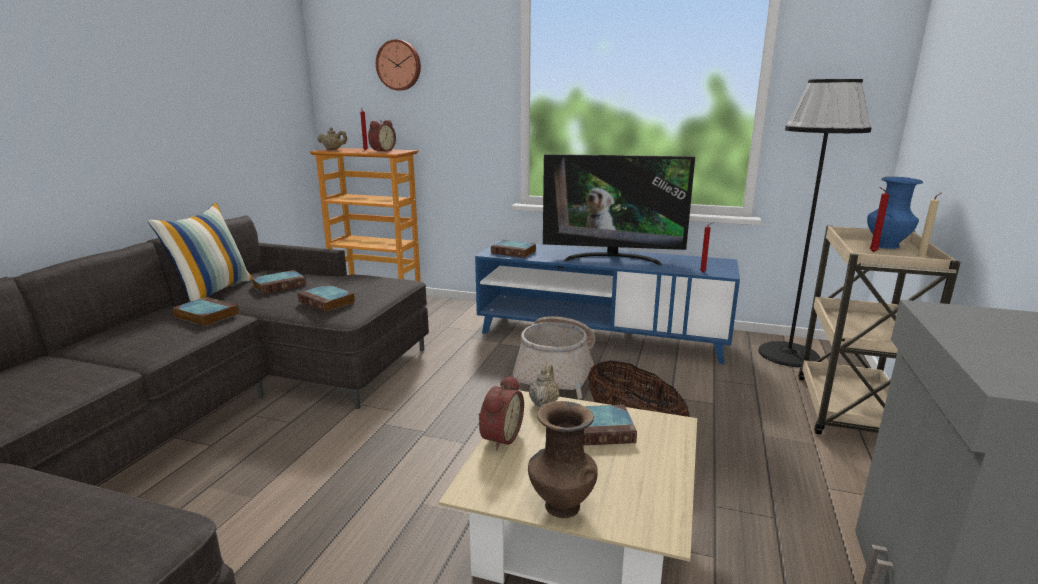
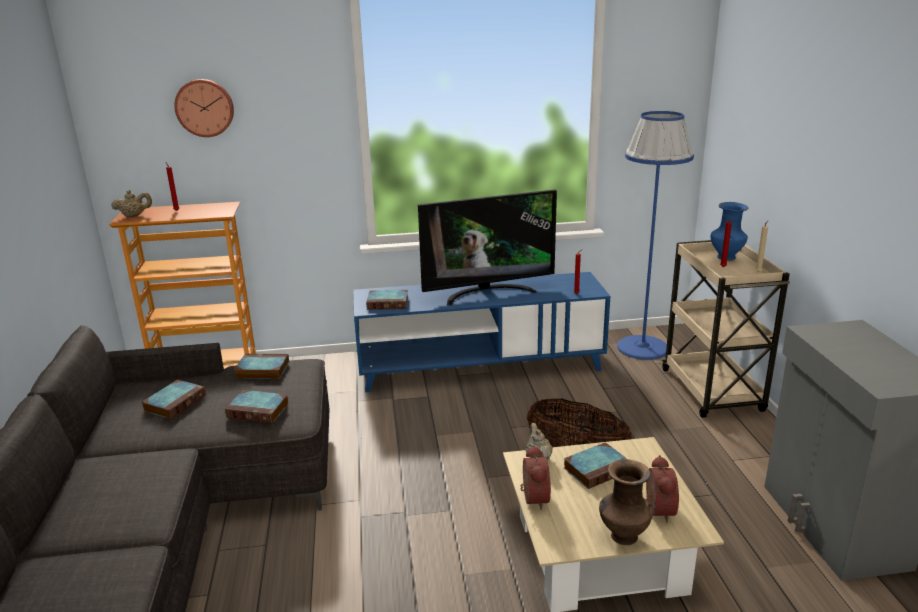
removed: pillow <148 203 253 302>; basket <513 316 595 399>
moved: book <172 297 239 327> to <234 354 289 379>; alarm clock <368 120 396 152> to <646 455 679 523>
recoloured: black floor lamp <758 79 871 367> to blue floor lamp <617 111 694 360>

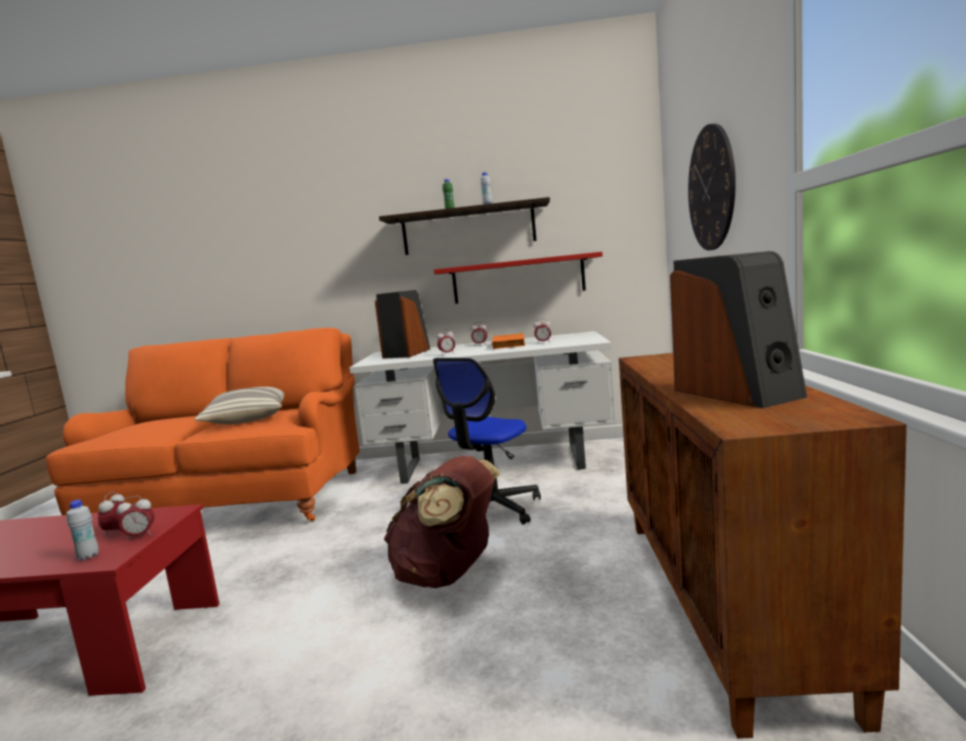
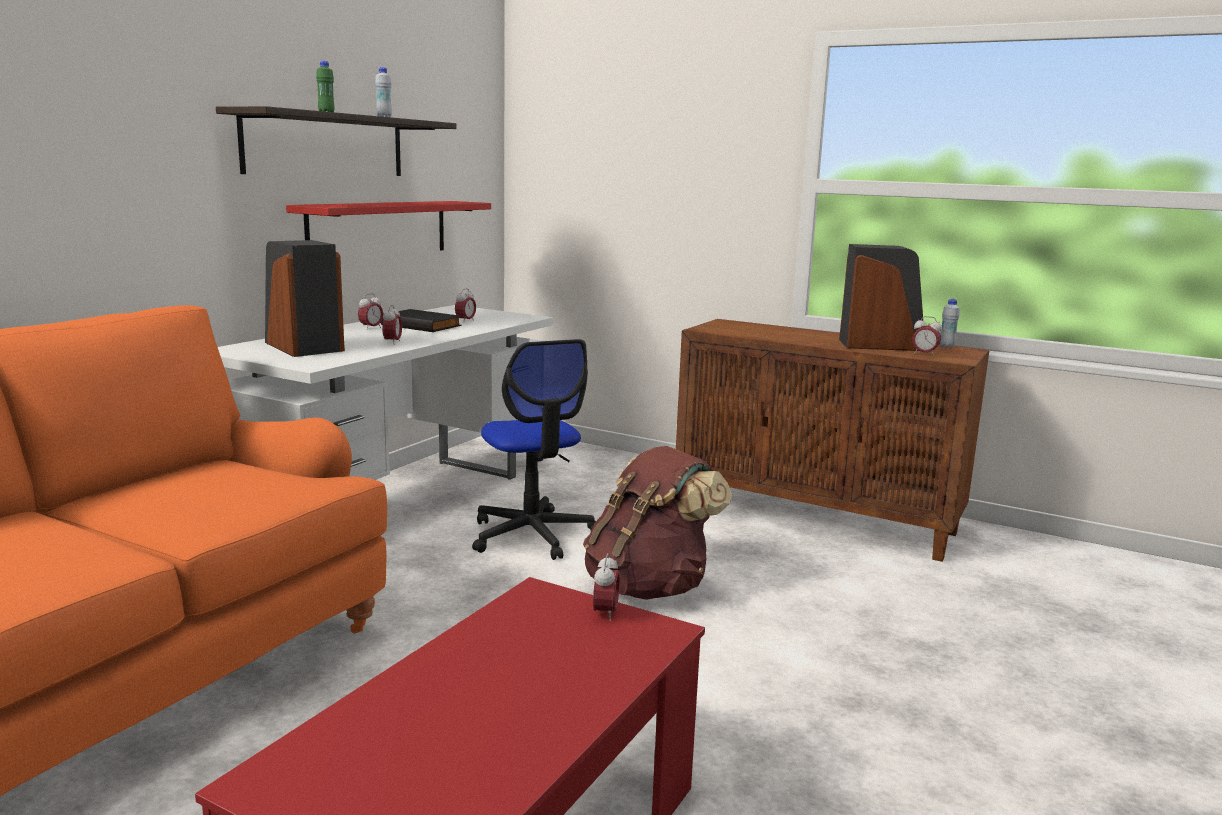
removed: pillow <194 387 284 424>; wall clock <688 123 736 251>
moved: white bottle <66 500 99 560> to <939 299 960 348>; alarm clock <98 491 125 537> to <912 316 942 356>
recoloured: orange book <492 333 525 349> to black book <381 309 462 332>

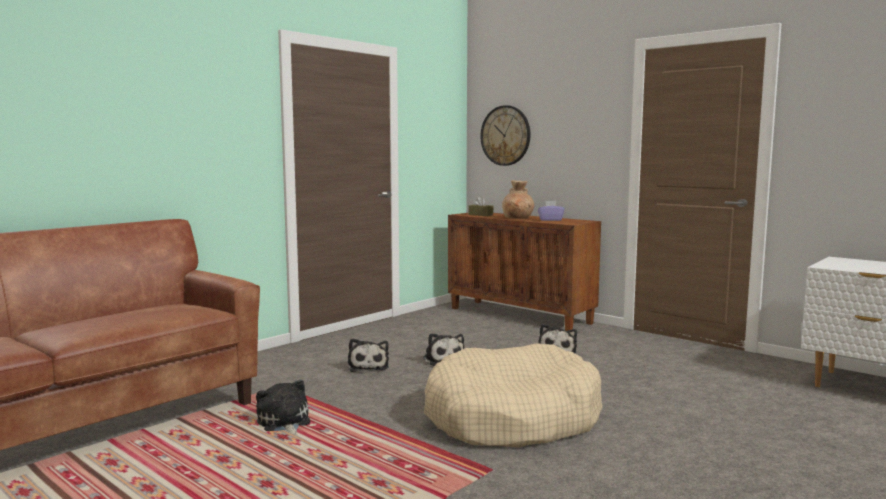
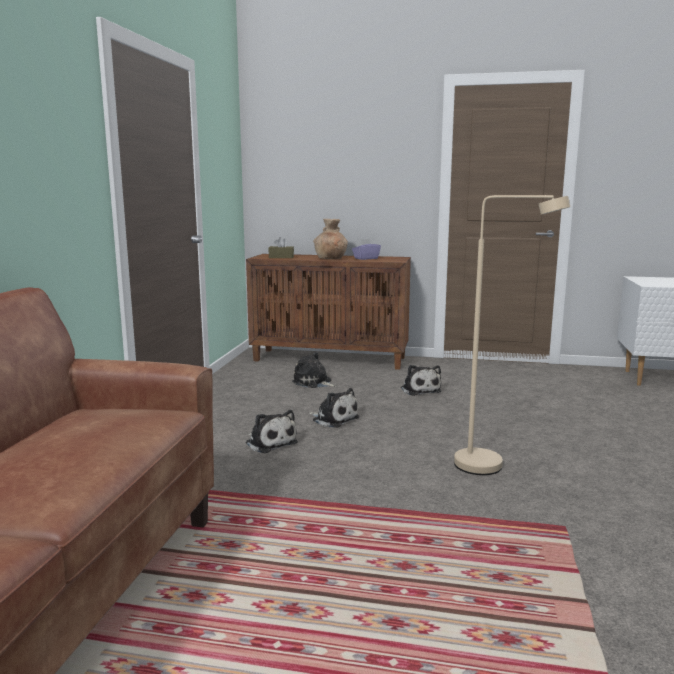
removed: wall clock <480 105 531 166>
moved: plush toy <256 379 310 435> to <292 352 337 388>
replaced: beige dog bed <424 344 602 448> to beige floor lamp <454 195 570 475>

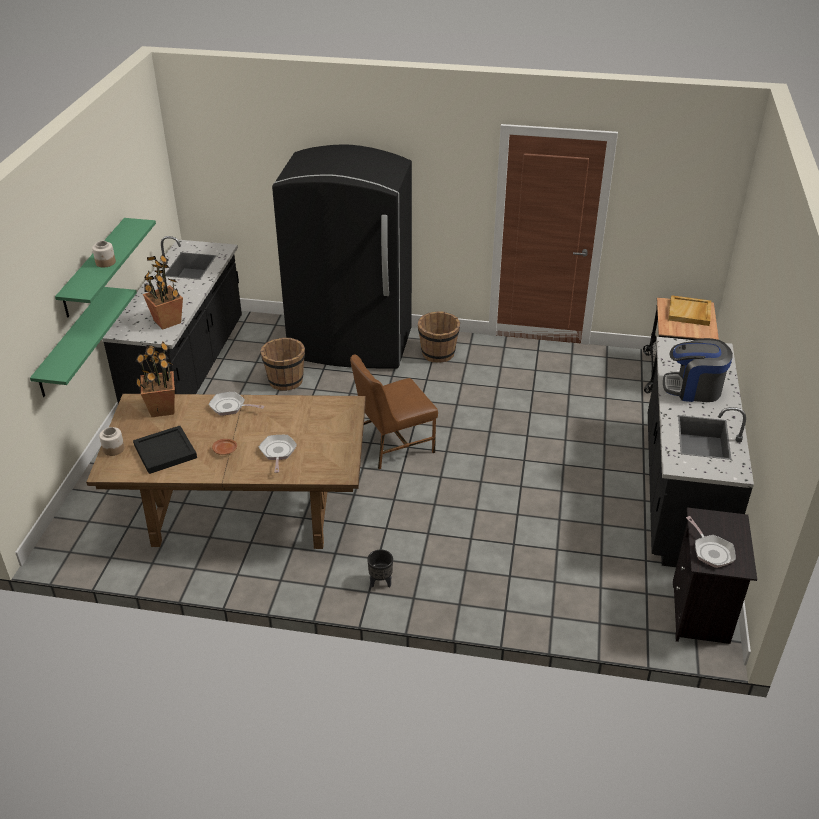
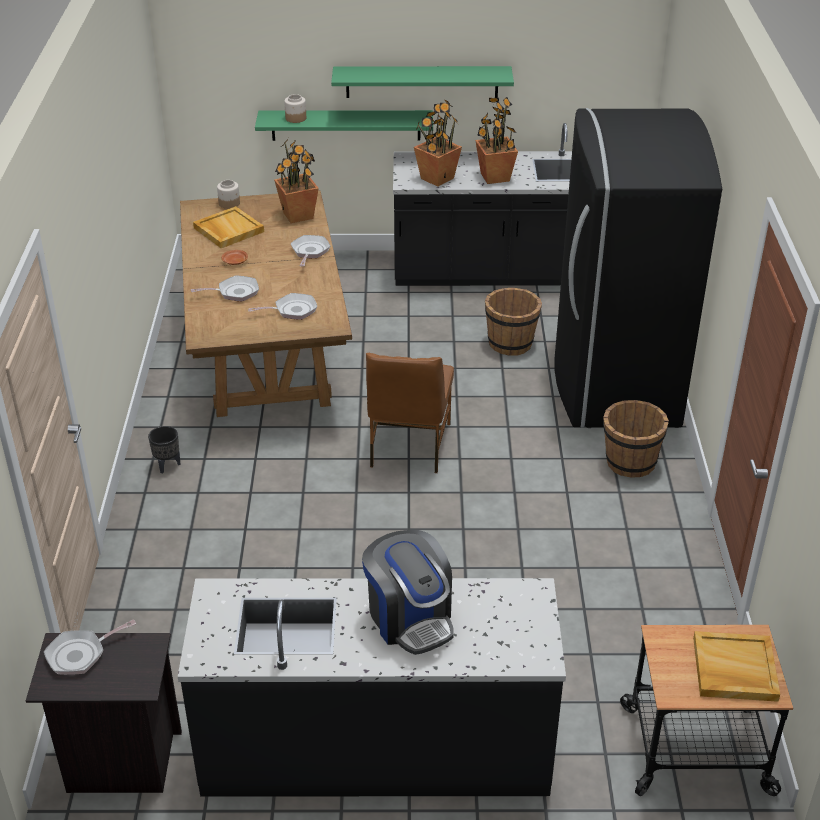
added: frying pan <248 293 317 320>; potted plant <475 97 518 184>
moved: jar <92 241 116 268> to <284 94 306 123>
recoloured: black tray <133 426 197 474> to beige tray <193 206 264 248>
turned: brown chair <350 354 438 469> = <366 353 454 473> 135 degrees counterclockwise; coffee machine <663 338 733 402> = <362 530 454 655> 150 degrees clockwise

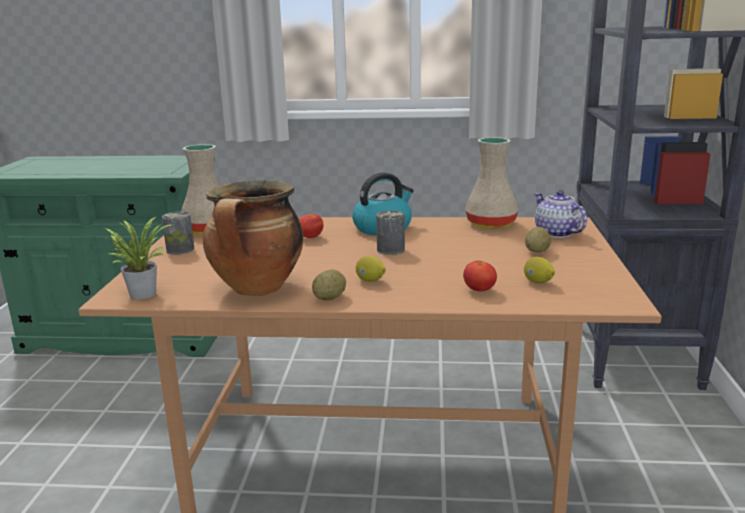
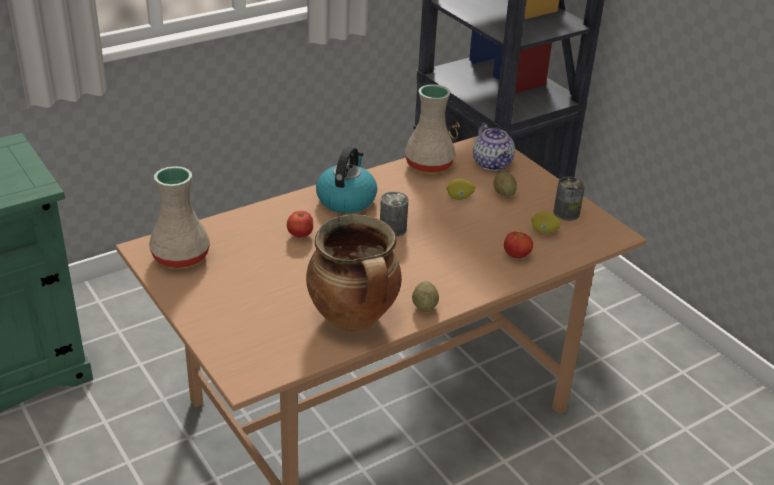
removed: potted plant <104 217 175 300>
moved: can <162 211 194 255> to <554 177 585 221>; lemon <356 256 386 282> to <446 179 475 200>
turned: teapot <534 190 587 238> = <473 123 515 171> 135 degrees counterclockwise

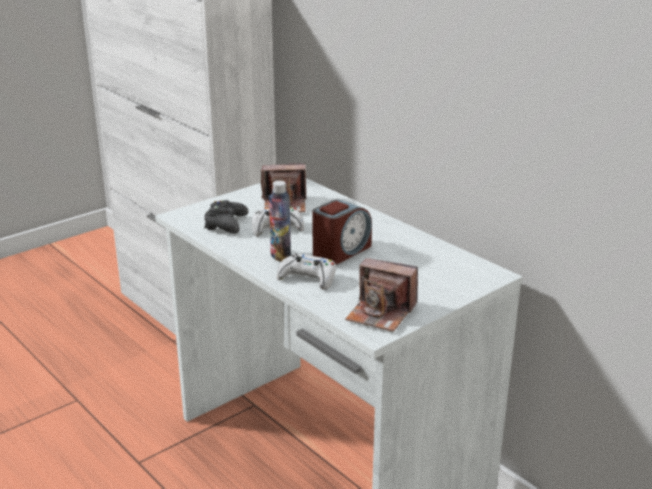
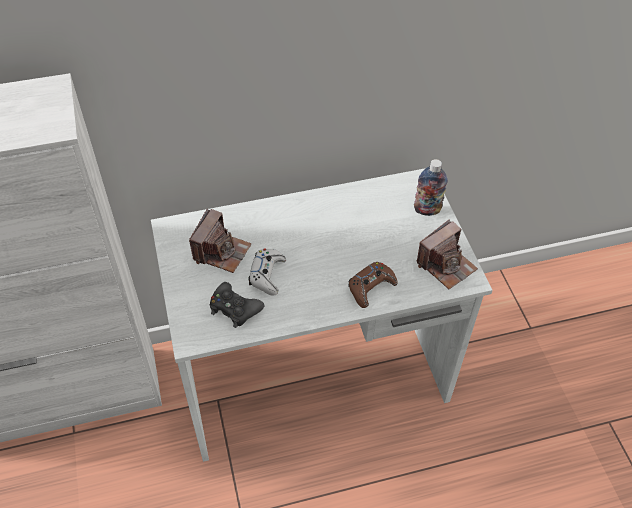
removed: alarm clock <312 199 372 265>
moved: bottle <269 181 291 262> to <414 159 448 216>
recoloured: white game controller <276 254 336 290> to brown game controller <348 262 398 308>

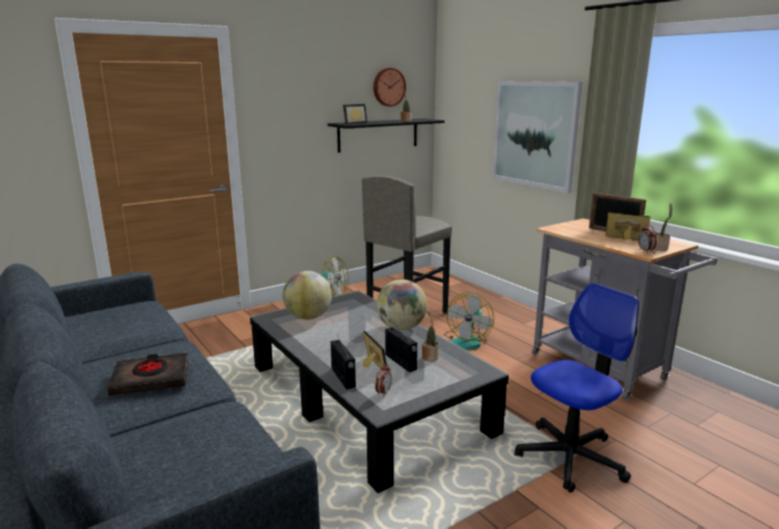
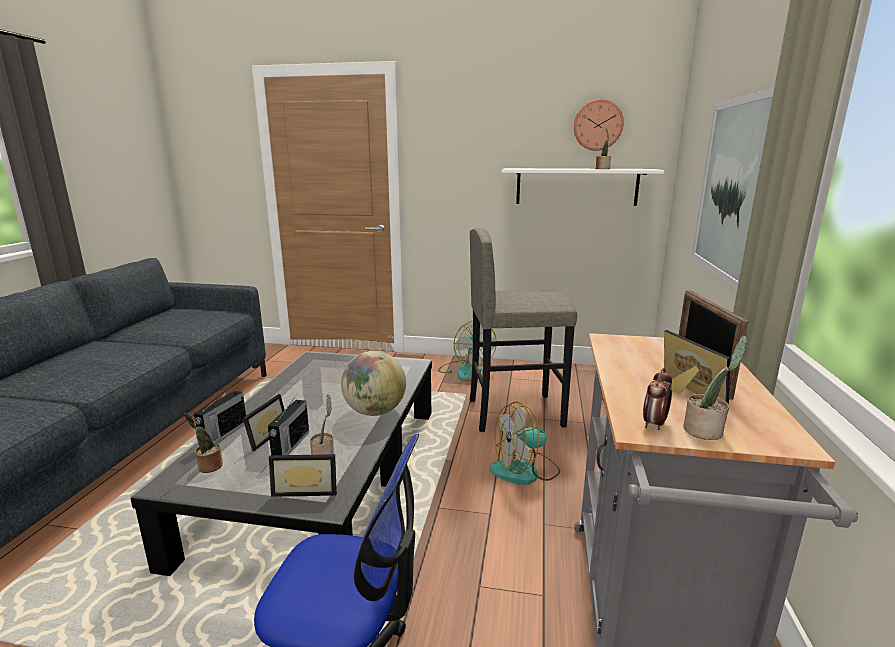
removed: black book <107 353 188 395>; globe <283 271 332 320>
moved: picture frame <343 104 368 125> to <269 454 337 497>
replaced: alarm clock <375 363 392 397> to potted plant <184 413 223 473>
recoloured: black shelf <328 118 445 153> to white shelf <502 168 664 206>

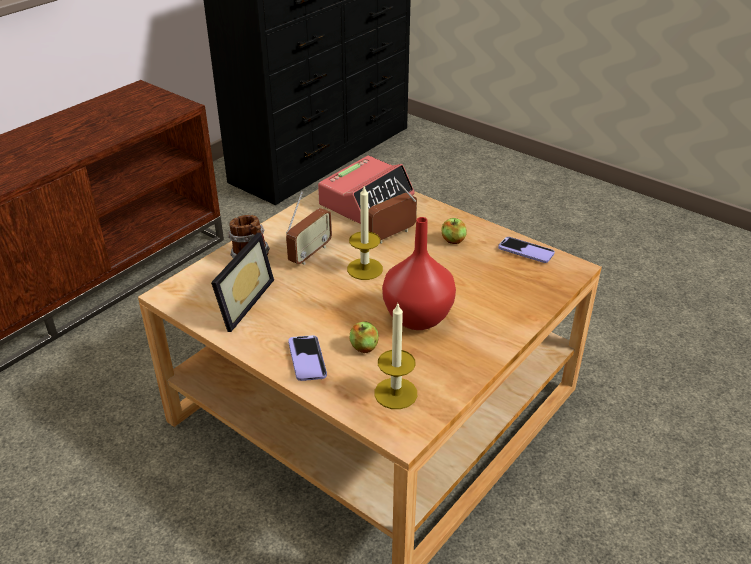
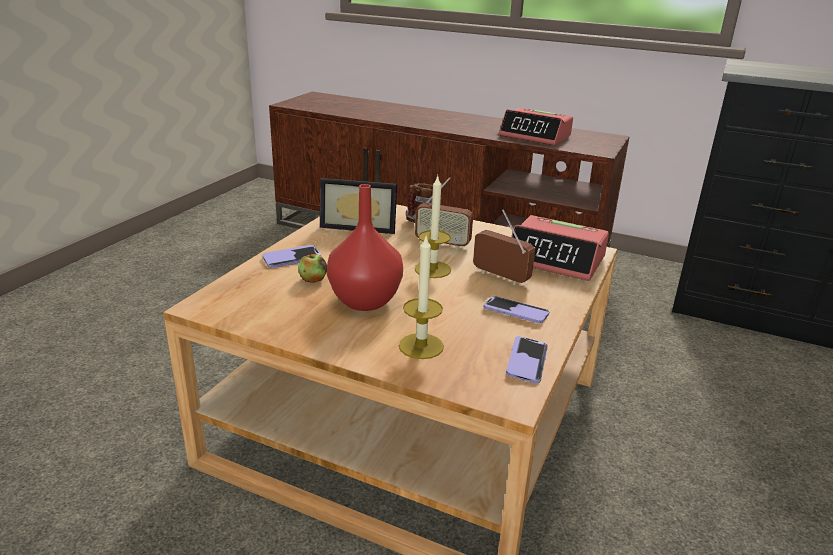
added: alarm clock <499 108 573 145>
moved: candle <374 304 417 409> to <399 234 444 359>
replaced: apple <441 218 467 244> to phone <483 296 549 323>

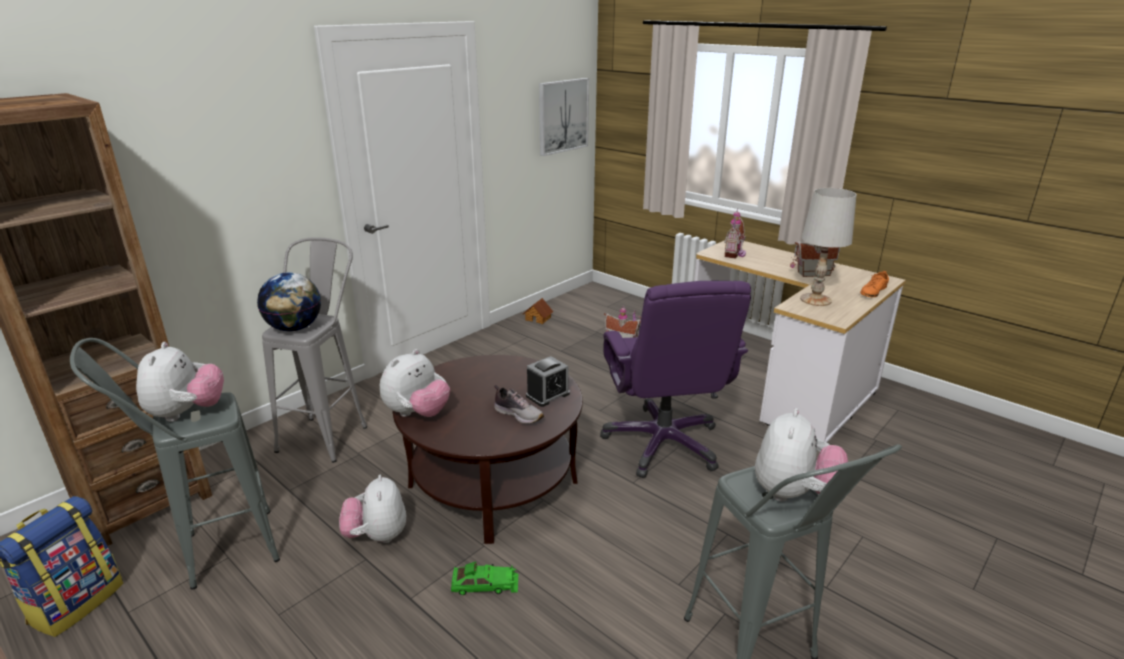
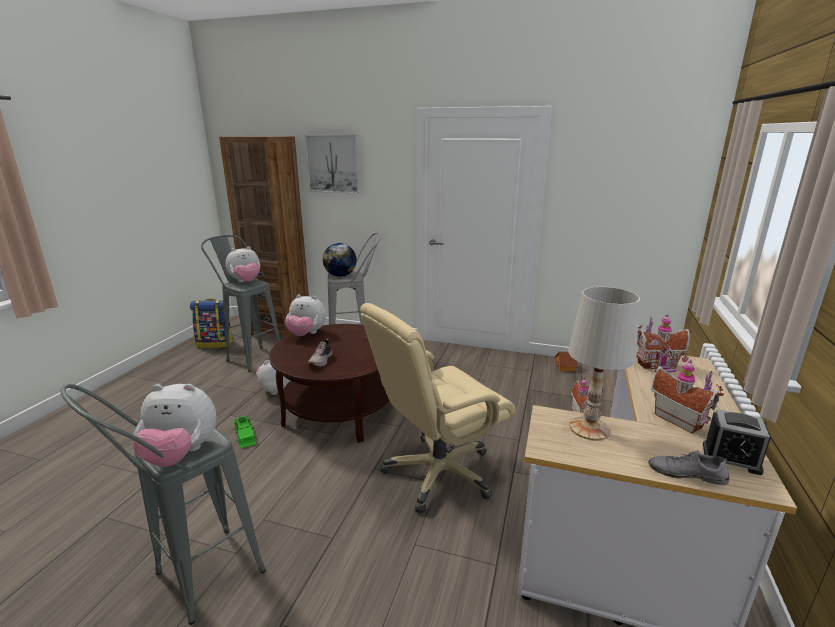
moved: alarm clock <526 356 570 407> to <703 409 771 475>; picture <539 78 589 156> to <305 135 360 194>
recoloured: purple office chair <600 281 751 478> to beige office chair <360 303 515 513>; orange shoe <860 271 889 297> to grey shoe <648 450 729 485>

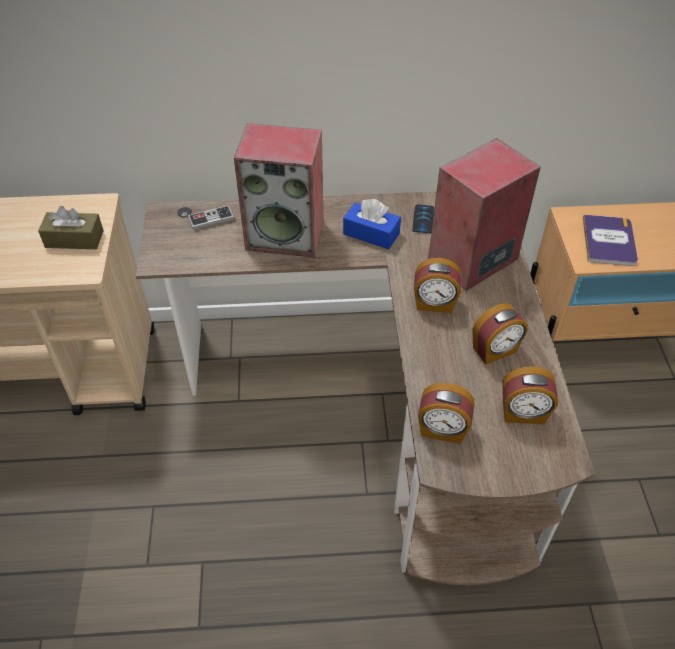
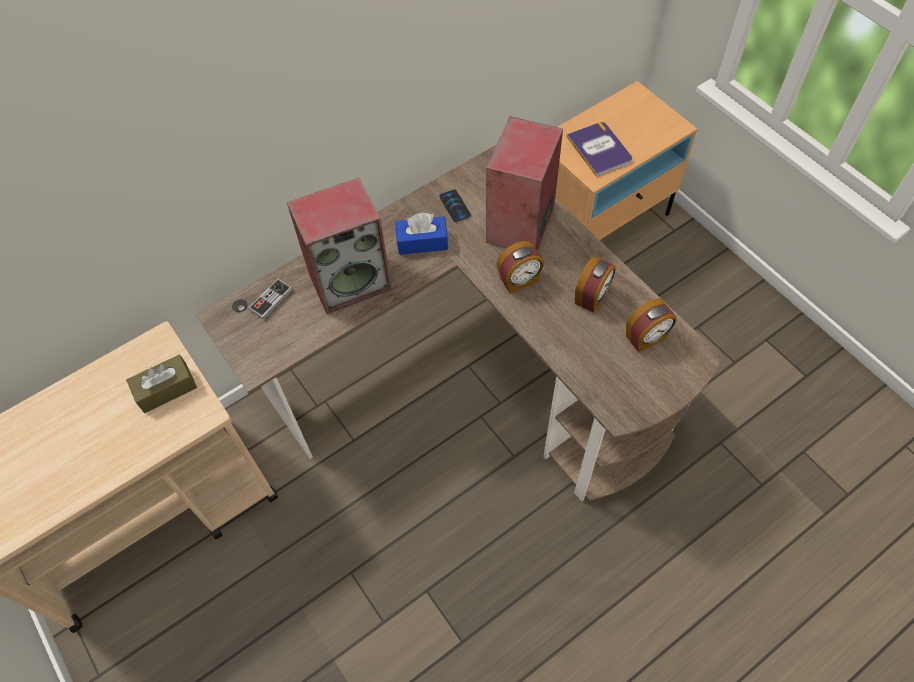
removed: alarm clock <418 383 475 444>

